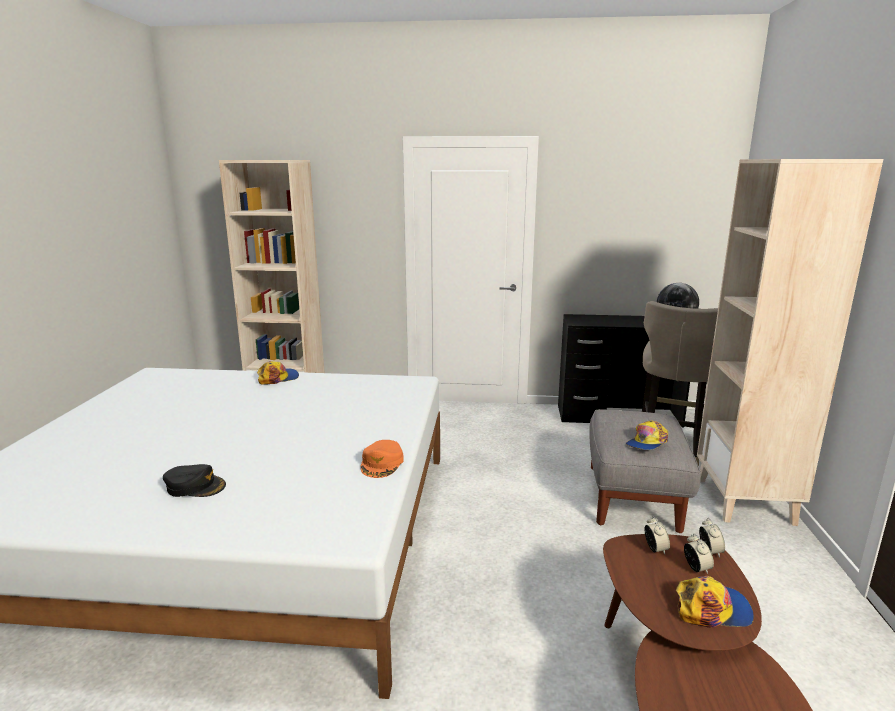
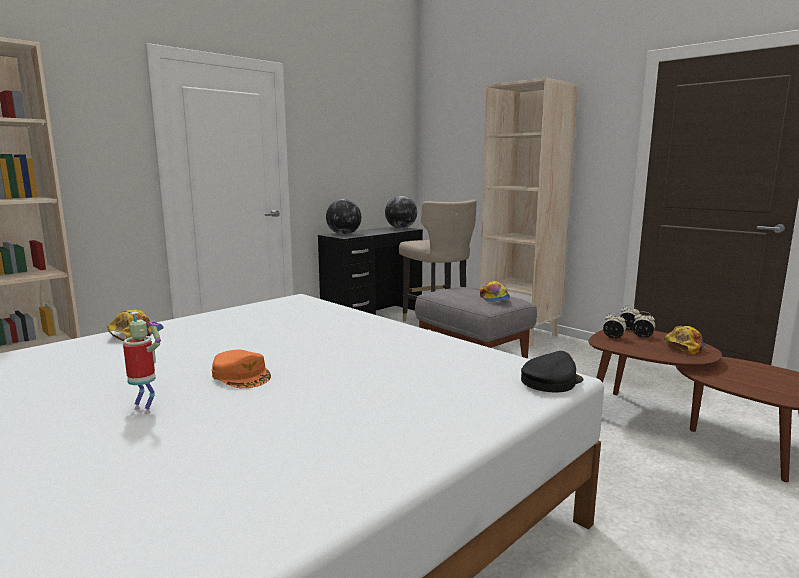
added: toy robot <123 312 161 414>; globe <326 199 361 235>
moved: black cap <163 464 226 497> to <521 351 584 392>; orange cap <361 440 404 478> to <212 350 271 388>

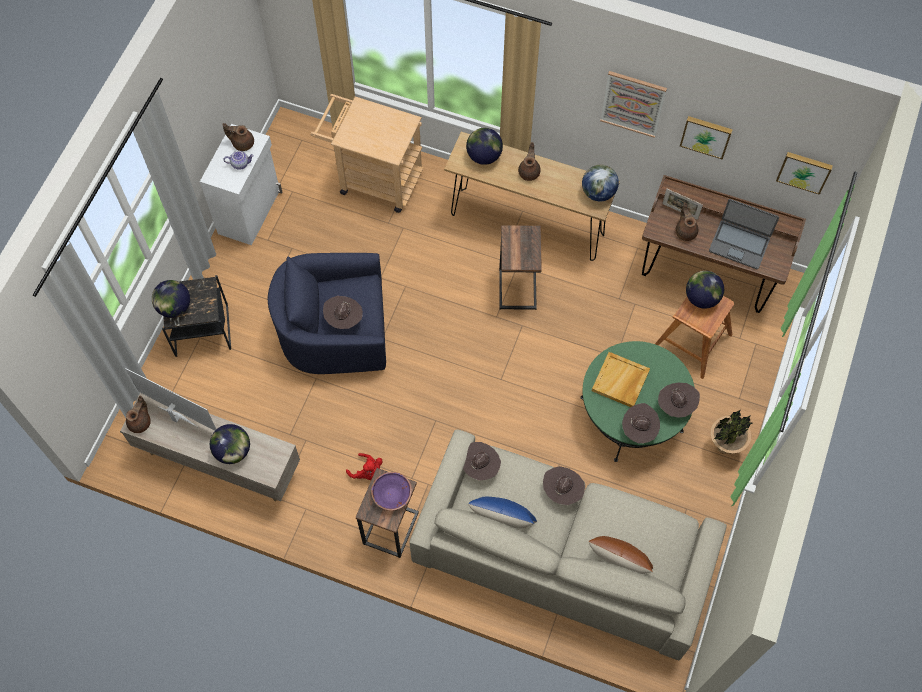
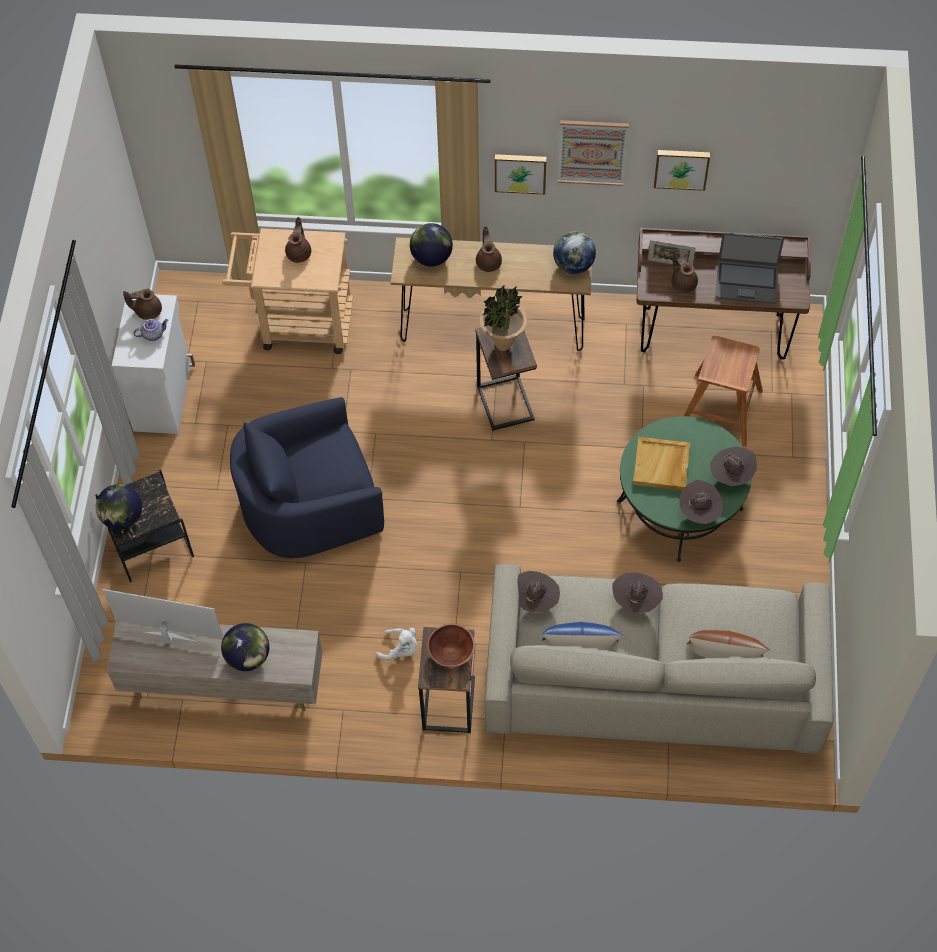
removed: brown hat <323 296 363 329>; globe <686 271 724 309>
moved: brown teapot <126 396 151 433> to <285 217 311 263>; potted plant <711 410 753 454> to <480 285 527 351>; picture <776 152 833 195> to <495 154 547 195>
recoloured: red plush toy <346 453 382 480> to white plush toy <376 628 417 660>; purple bowl <371 472 412 511> to brown bowl <427 624 475 667>

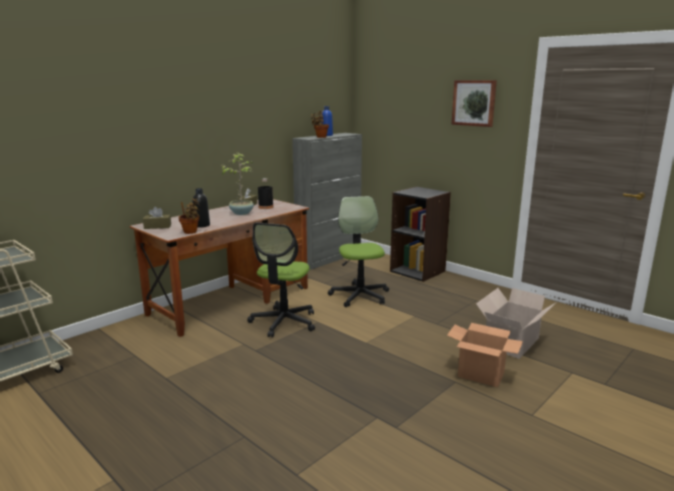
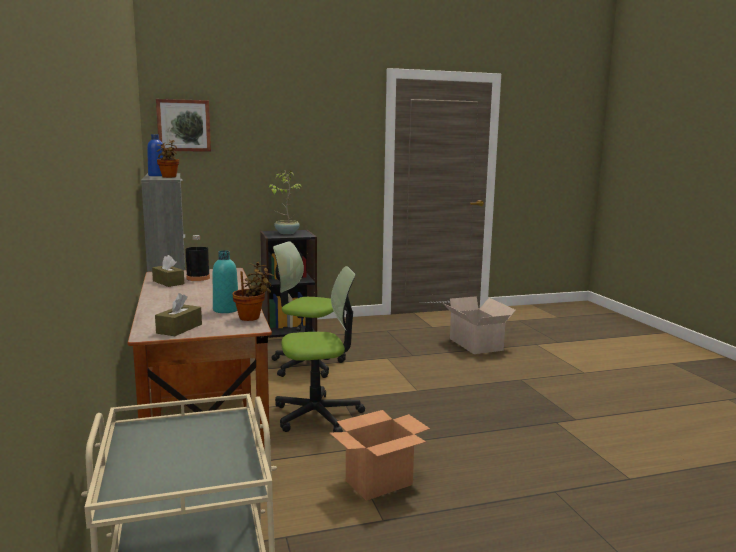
moved: potted plant <221 152 254 215> to <269 171 302 234>; cardboard box <447 323 523 387> to <330 410 430 501>; picture <451 80 497 127> to <156 99 211 151>
recoloured: black bottle <192 188 210 228> to turquoise bottle <213 250 238 313>
turned: office chair <247 223 315 338> = <275 266 365 432> 60 degrees counterclockwise

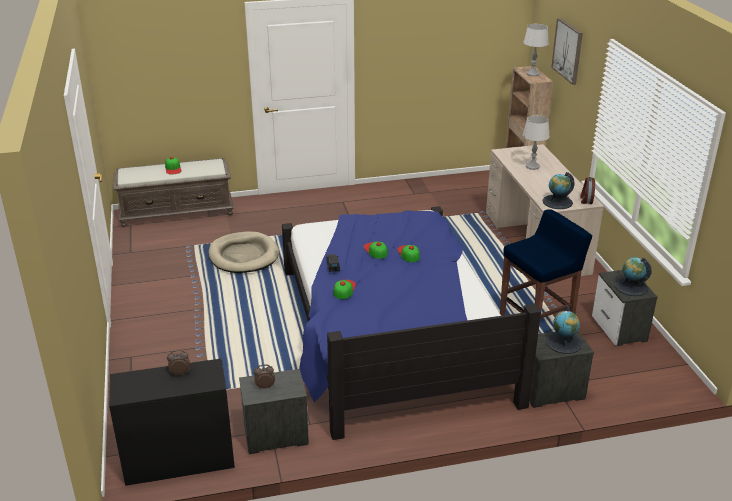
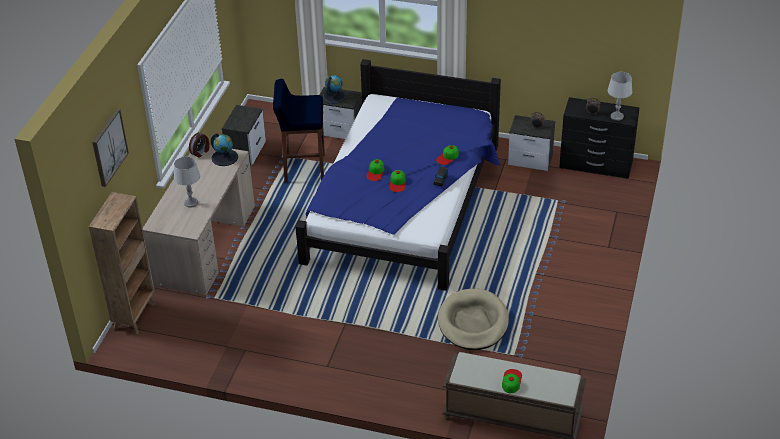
removed: globe <615 257 652 296>
moved: grey table lamp <523 24 549 76> to <607 72 633 121>

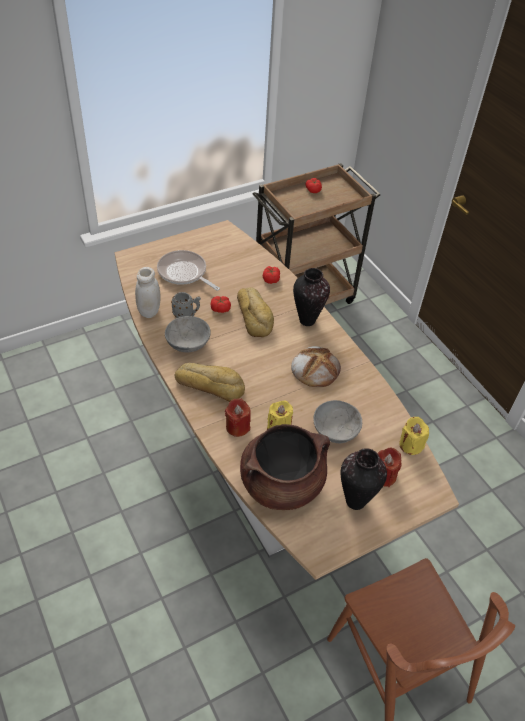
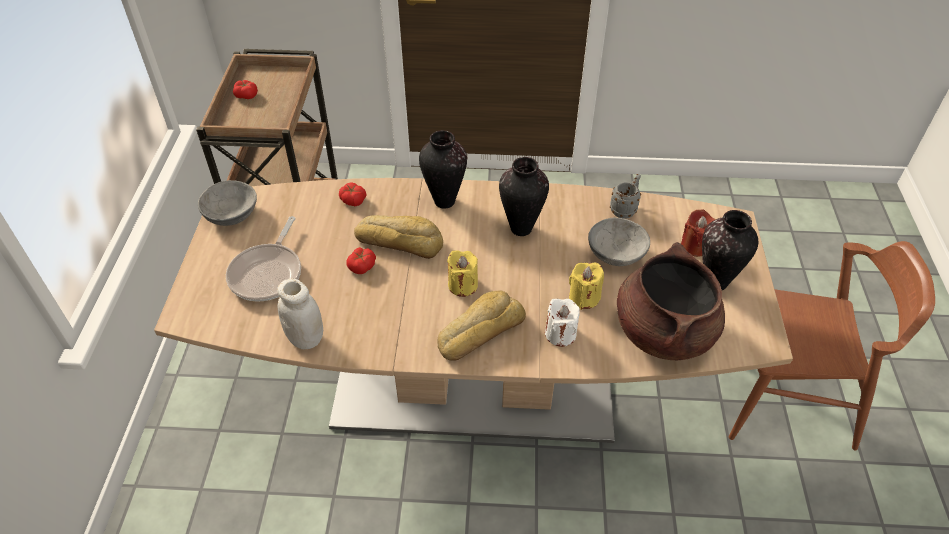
moved: grey bowl <165 316 211 352> to <198 180 257 226>; grey mug <171 292 201 318> to <610 174 641 219>; yellow candle <399 417 429 455> to <447 250 478 297>
replaced: bread <291 346 341 387> to vase <499 157 549 236>
recoloured: red candle <225 398 251 437> to white candle <545 299 580 347>
turned: frying pan <157 250 220 291> = <226 216 301 302> 60 degrees counterclockwise

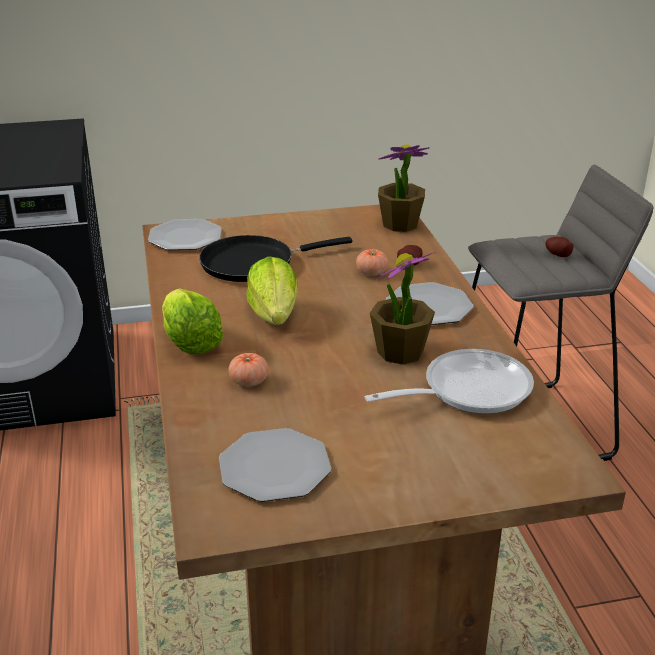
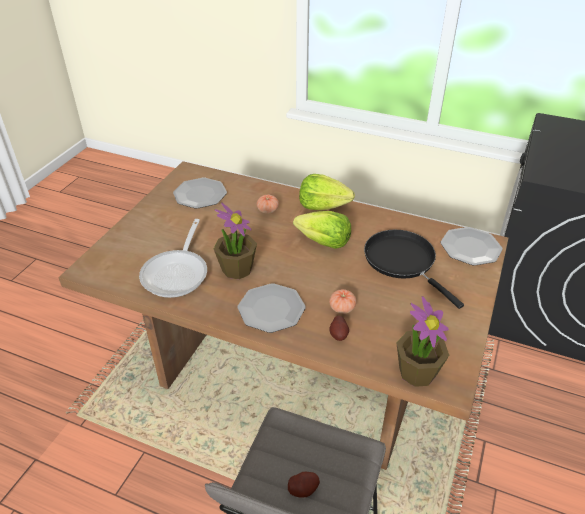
turned: black frying pan <199 235 352 282> = <364 230 464 309> 45 degrees counterclockwise

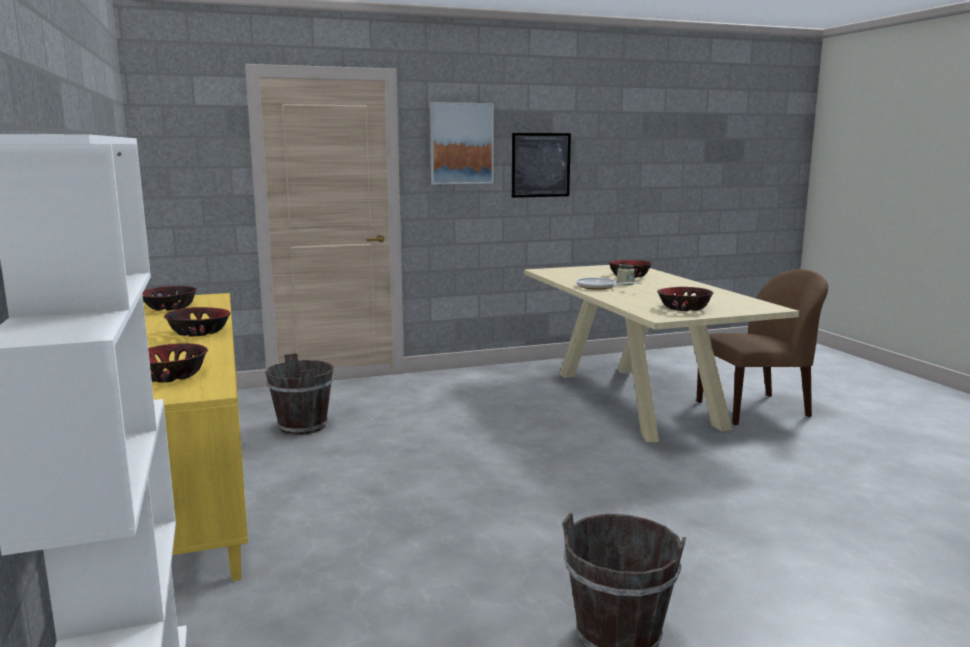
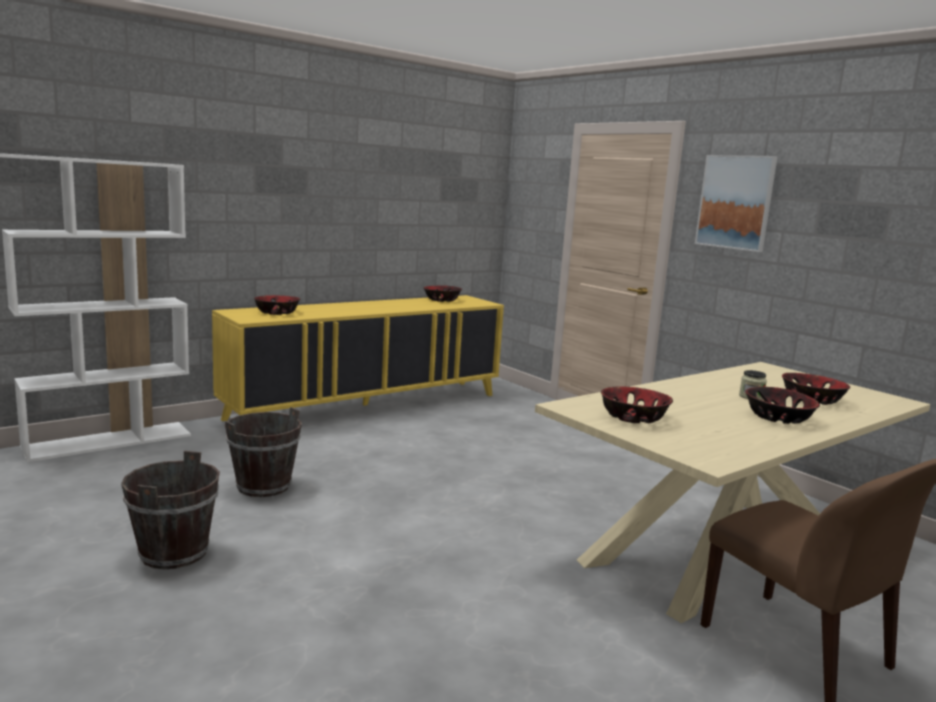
removed: picture <512 133 571 198>; frying pan <576 278 642 290>
moved: bowl <164 307 231 336> to <745 387 820 424>; brown bucket <265 353 334 435> to <225 407 302 497>

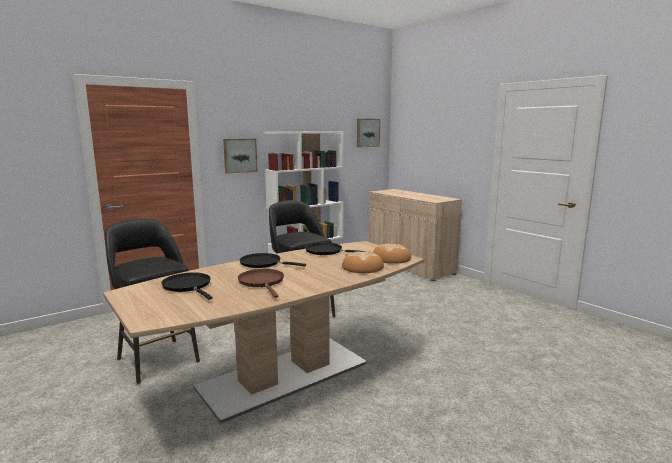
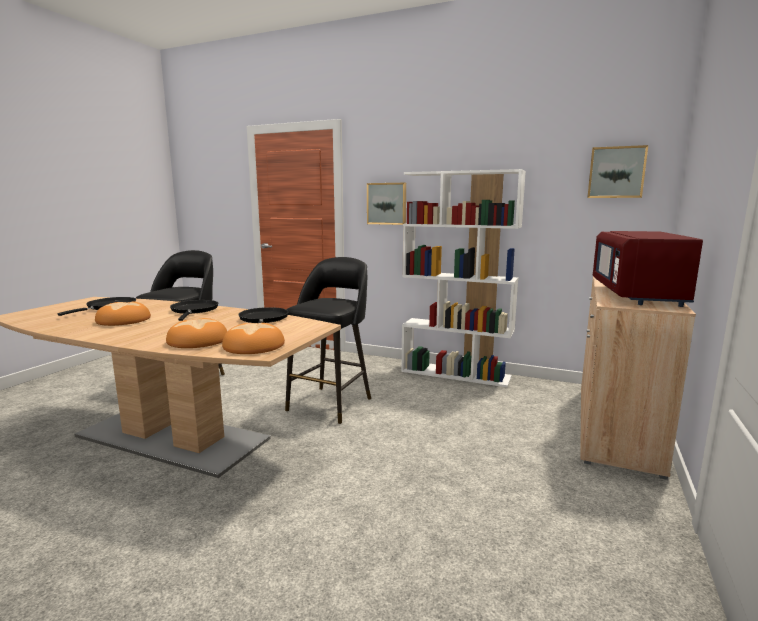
added: red microwave <593 231 703 307>
replaced: brown frying pan <238 269 284 298> to bread <95 301 151 326>

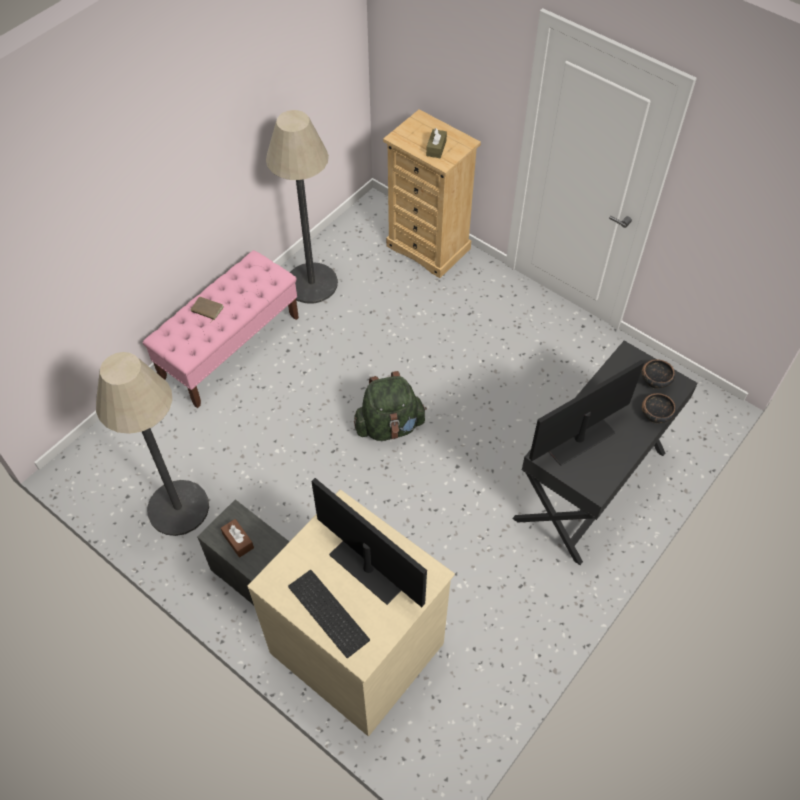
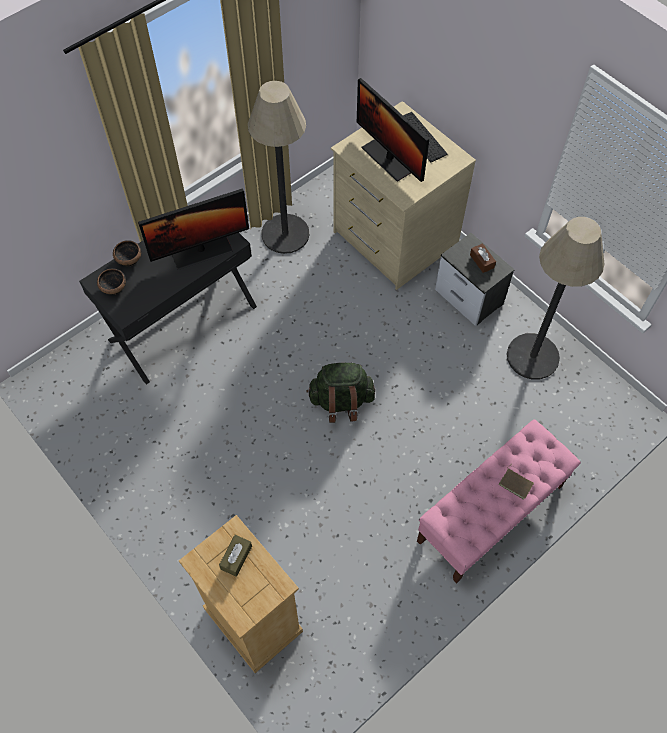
moved: floor lamp <266 110 338 304> to <248 81 309 254>

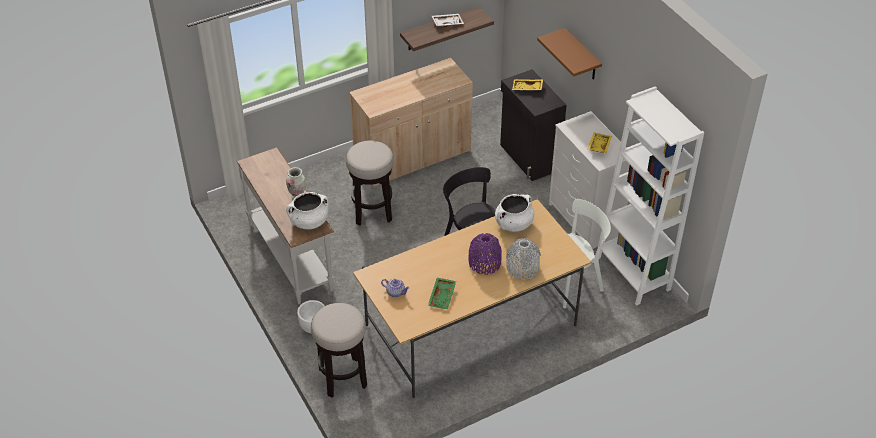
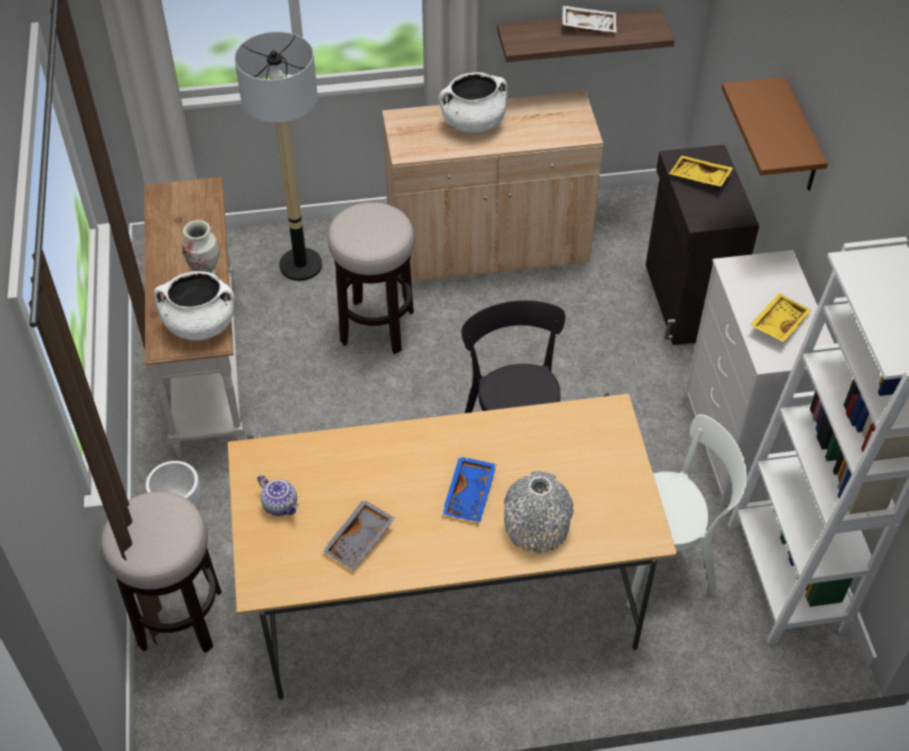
added: floor lamp <234 32 322 281>
moved: white cooking pot <495 194 534 231> to <439 72 508 133>
replaced: purple vase <468 233 502 275> to blue tray <442 456 497 522>
recoloured: green tray <428 278 456 309> to grey tray <322 499 395 570>

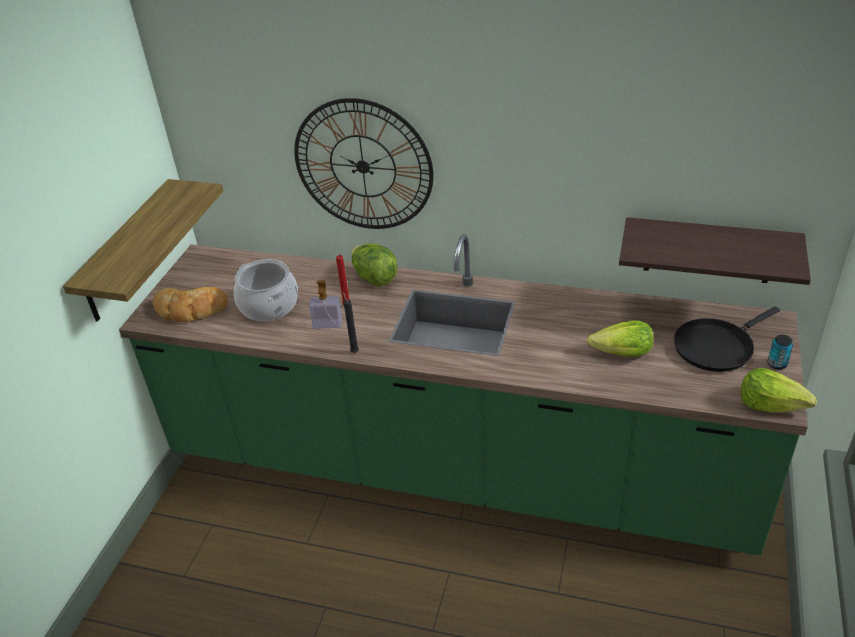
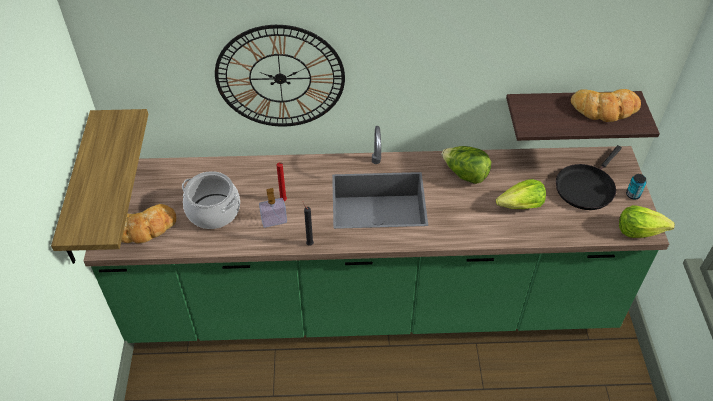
added: bread <571 89 641 122>
moved: lettuce <351 244 397 287> to <441 146 491 184>

